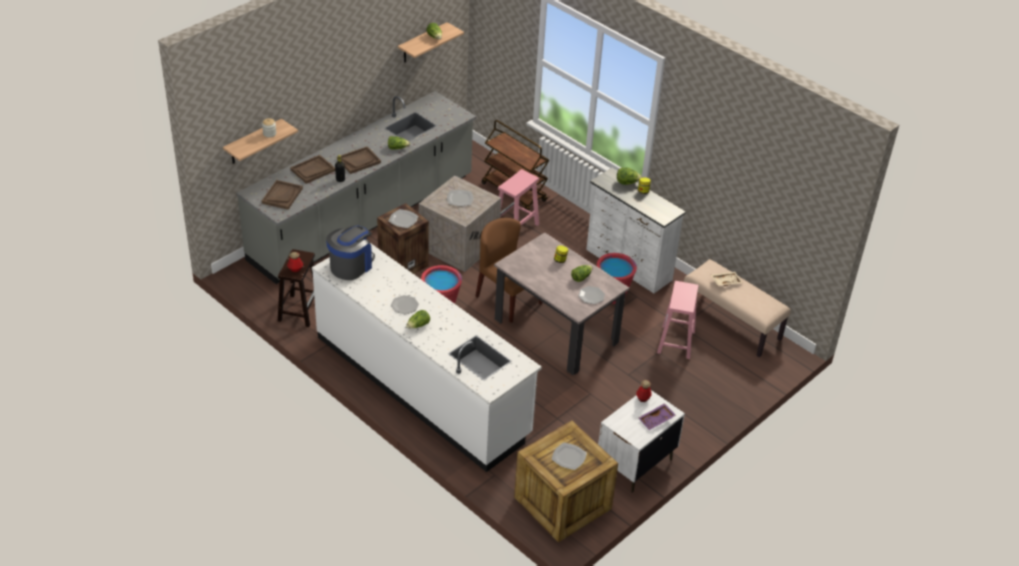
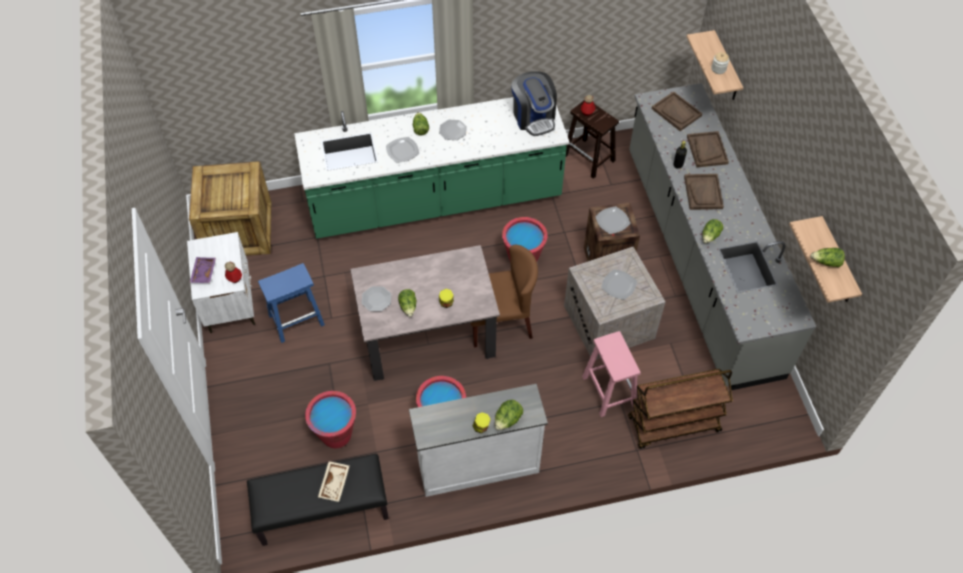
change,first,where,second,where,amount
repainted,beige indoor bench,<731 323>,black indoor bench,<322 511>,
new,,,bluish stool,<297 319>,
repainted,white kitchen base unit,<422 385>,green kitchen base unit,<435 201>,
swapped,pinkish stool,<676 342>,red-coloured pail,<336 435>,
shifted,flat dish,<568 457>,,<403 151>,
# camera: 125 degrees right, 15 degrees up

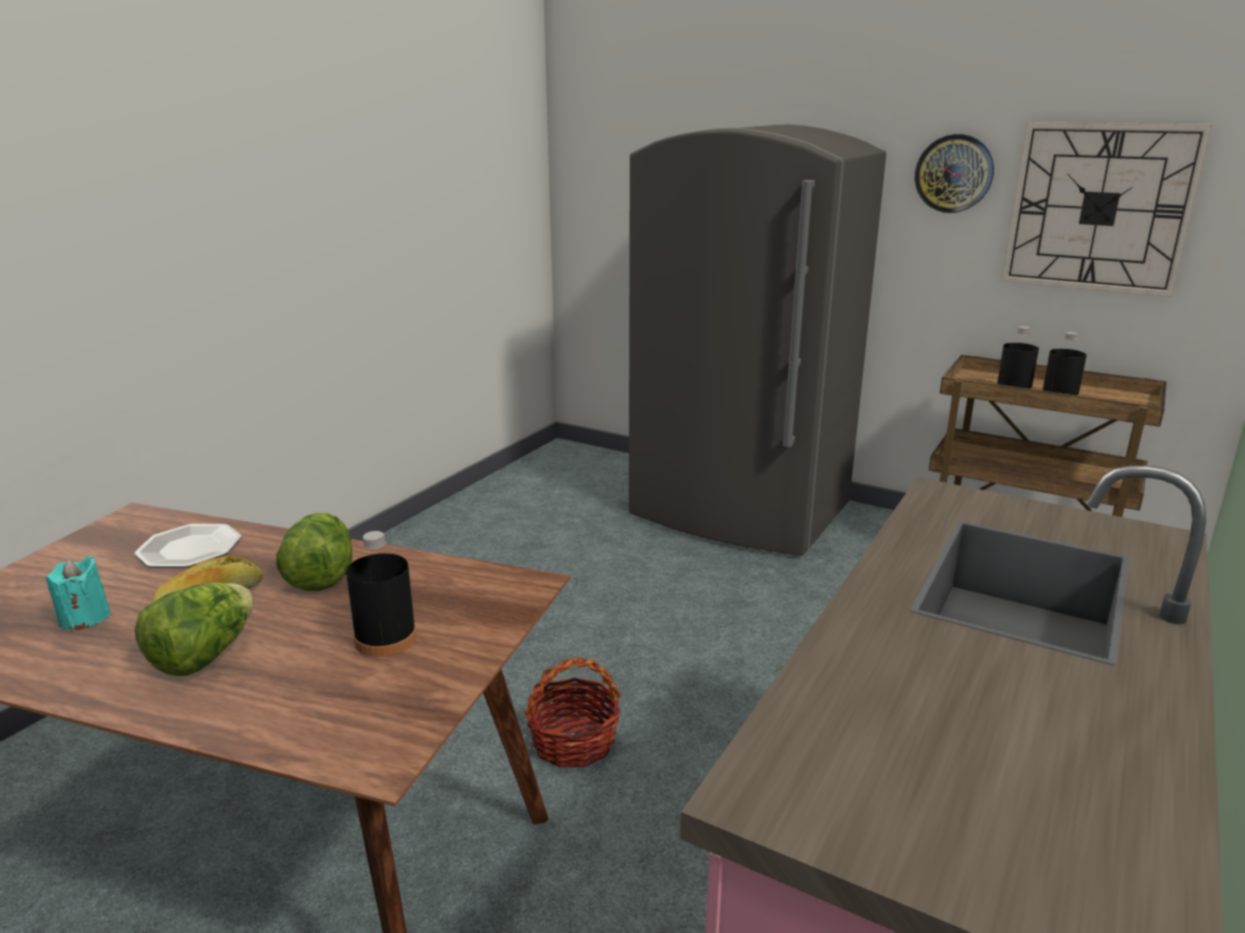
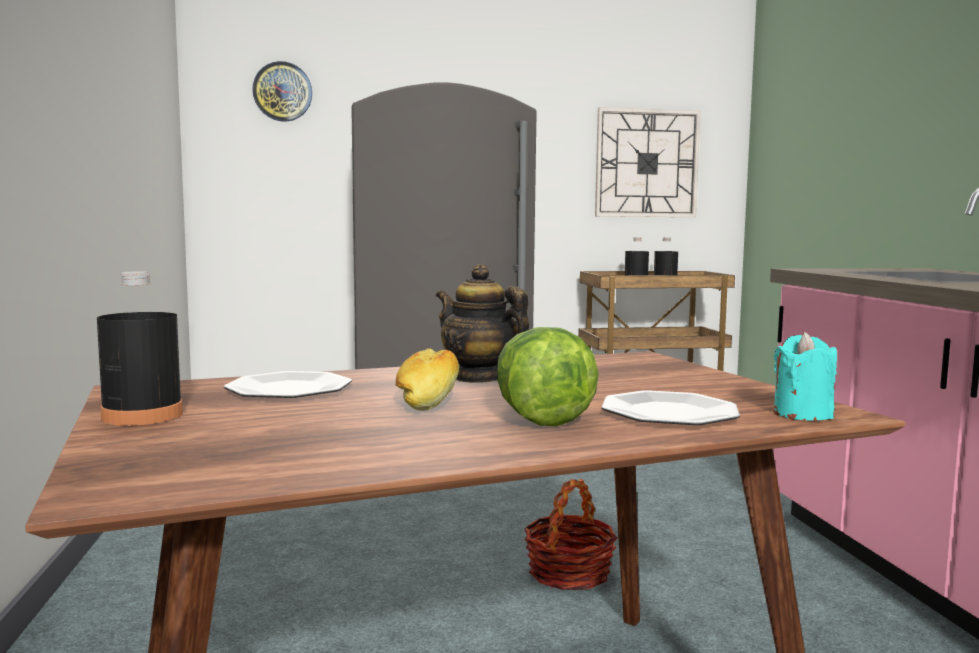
change,first,where,second,where,amount
shifted,black beverage bottle,<385 639>,,<142 416>,
shifted,wall clock,<954 173>,,<282 91>,
swapped,lettuce head,<321 576>,teapot,<479 377>,
new,,,flat dish,<669 413>,
shifted,turquoise wax light,<84 618>,,<802 414>,
# camera: 40 degrees left, 15 degrees down

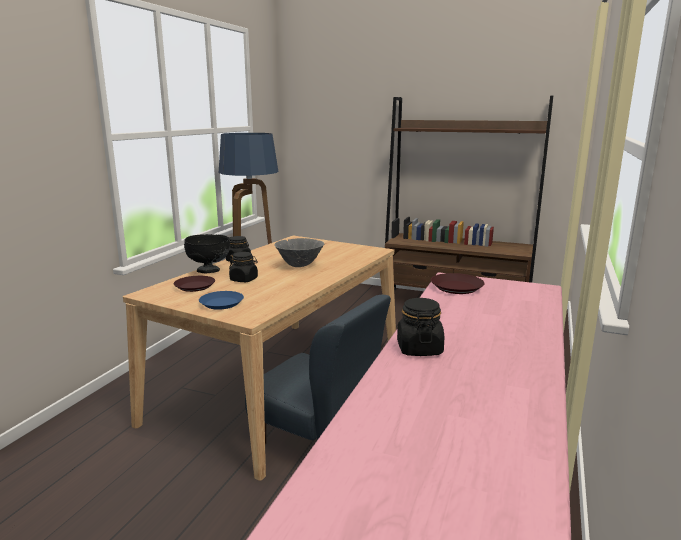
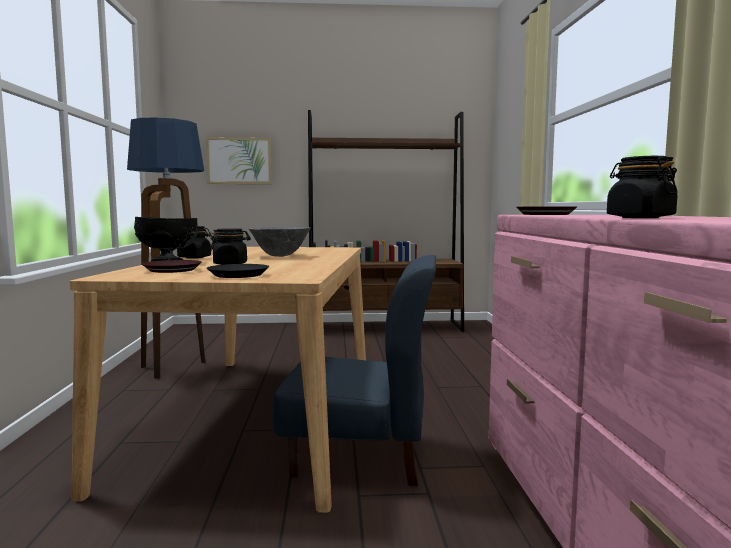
change,first,where,second,where,amount
new,,,picture,<239 161>,
repainted,bluish flat dish,<221 304>,black flat dish,<238 275>,
# camera: 25 degrees left, 10 degrees down

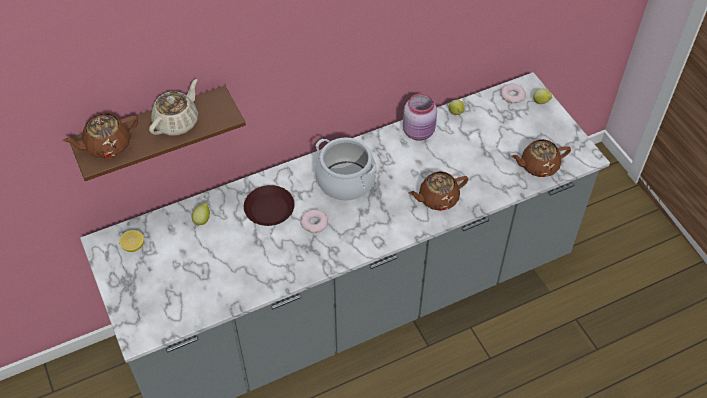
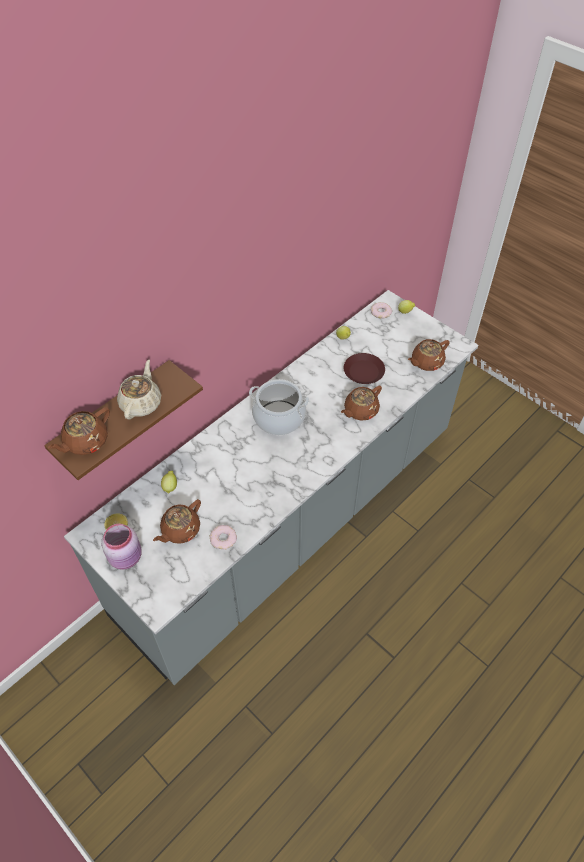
change,first,where,second,where,amount
shifted,pinkish storage jar,<419 132>,,<127 557>,
new,,,brown-coloured teapot,<180 530>,
shifted,ring doughnut,<314 223>,,<223 538>,
shifted,brown-coloured flat dish,<269 209>,,<363 372>,
# camera: 20 degrees left, 0 degrees up

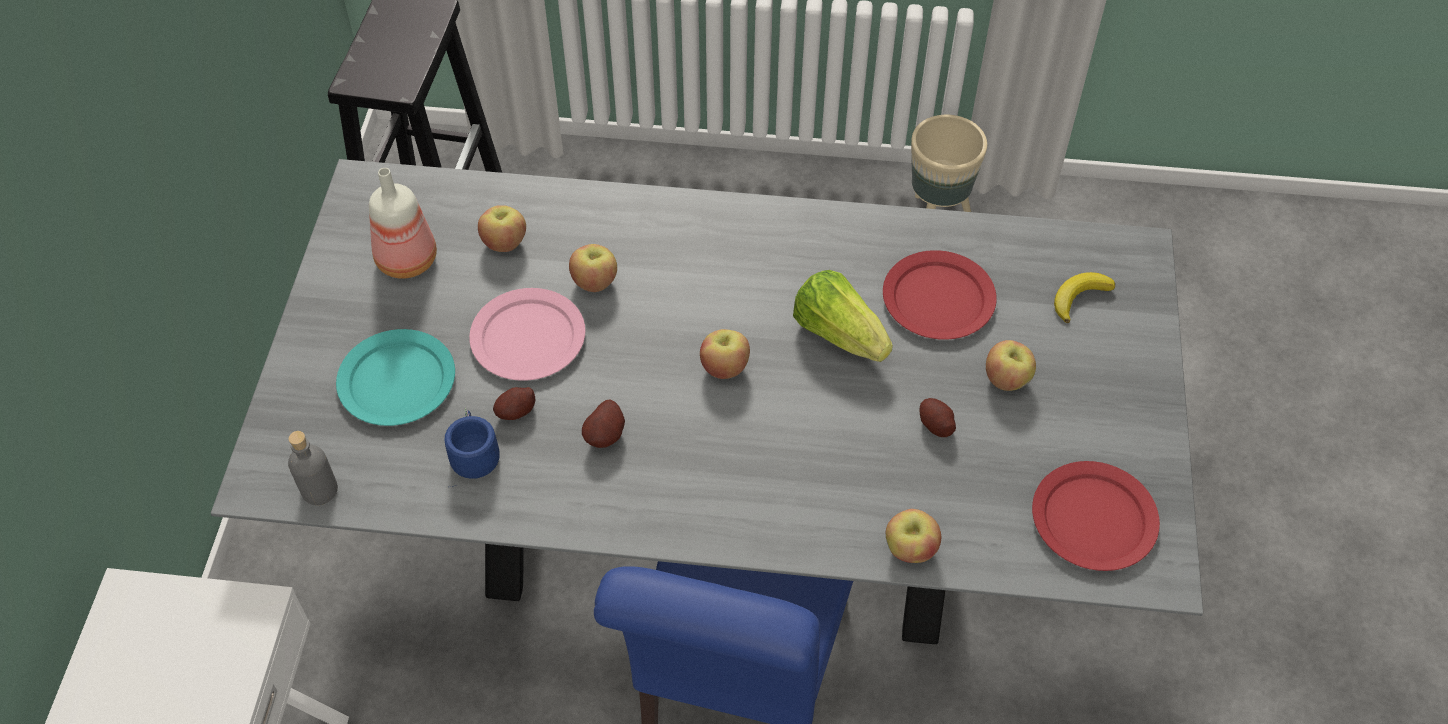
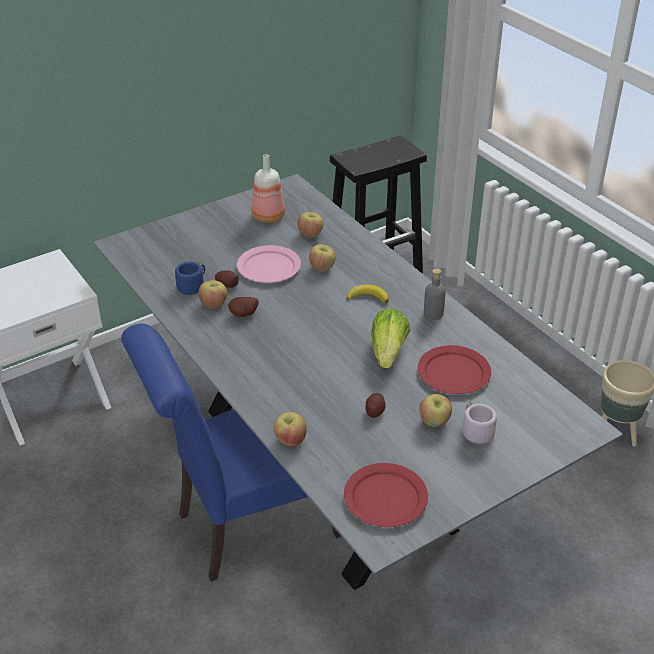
change,first,where,second,where,amount
shifted,whole apple,<724 367>,,<214 304>,
shifted,banana fruit,<1079 297>,,<368 297>,
shifted,greyish beverage bottle,<319 490>,,<433 314>,
new,,,greyish coffee mug,<474 432>,
gone,turquoise flat dish,<397 382>,,,
# camera: 50 degrees right, 15 degrees down

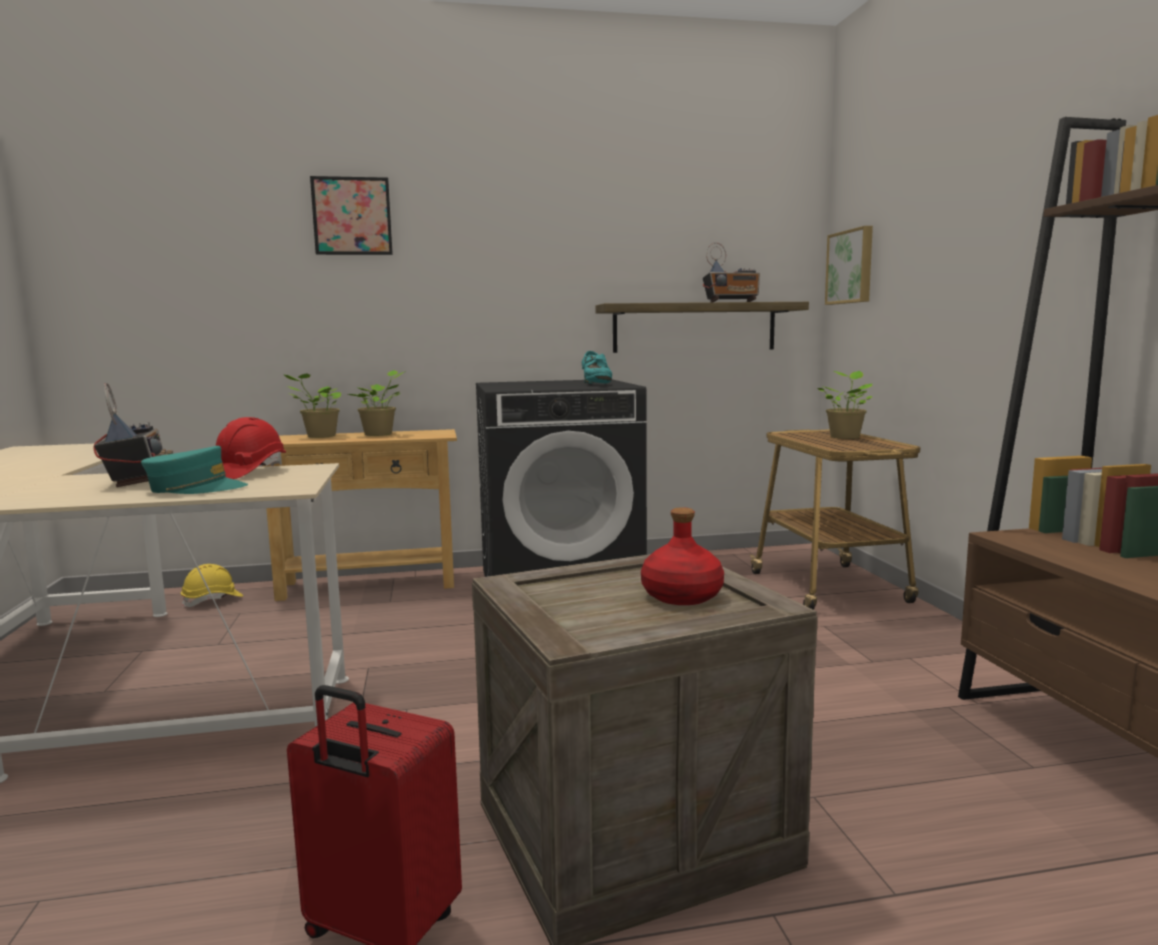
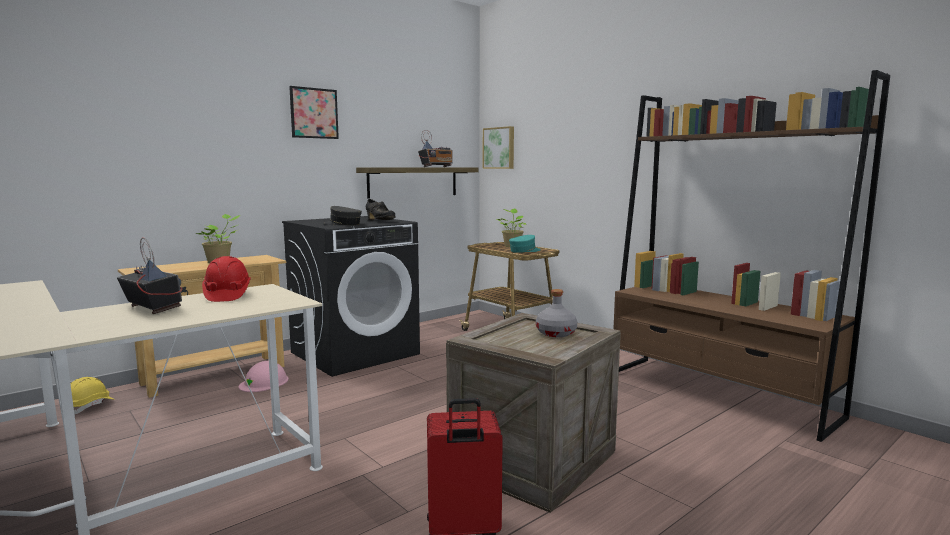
change,first,where,second,where,amount
new,,,pinkish safety helmet,<264 382>,
shifted,picture,<352 216>,,<314 113>,
new,,,greyish peaked cap,<342 224>,
repainted,turquoise item of footwear,<596 384>,black item of footwear,<380 221>,
shifted,turquoise peaked cap,<195 488>,,<524 251>,
repainted,red-coloured beverage bottle,<683 596>,greyish beverage bottle,<556 333>,
gone,potted plant,<319 436>,,,
# camera: 30 degrees left, 0 degrees up

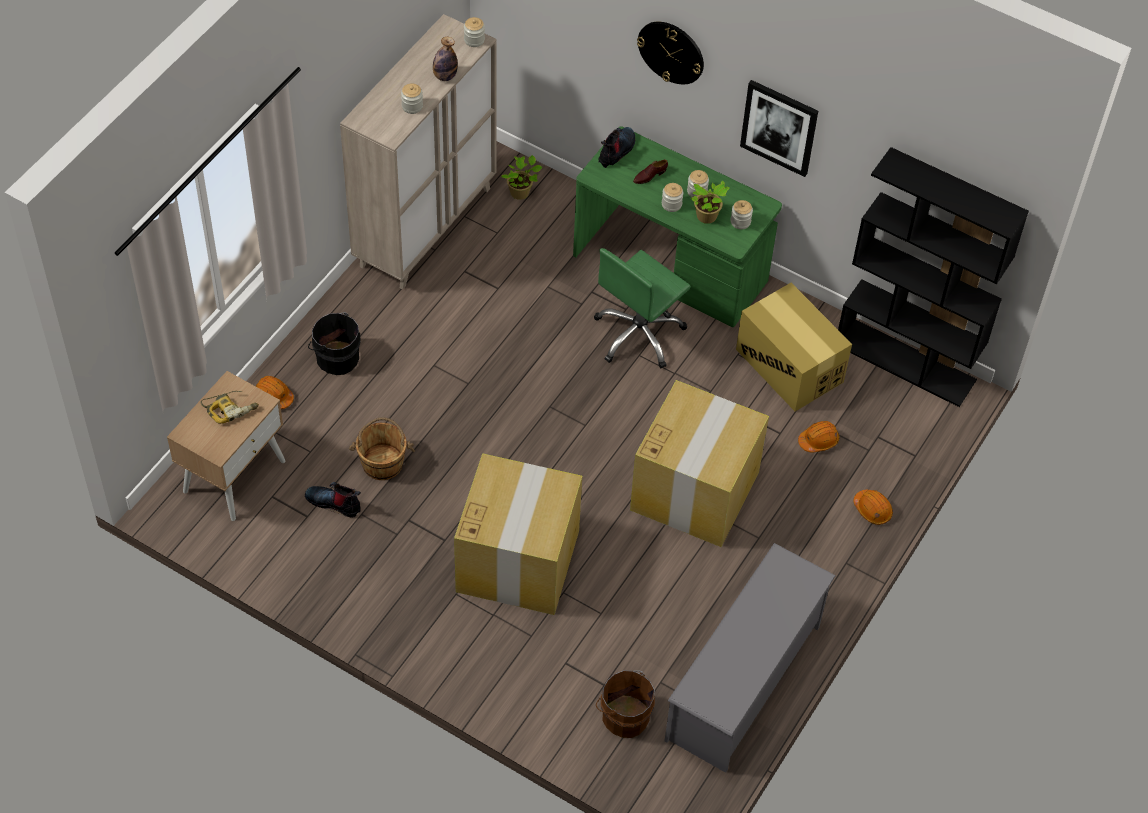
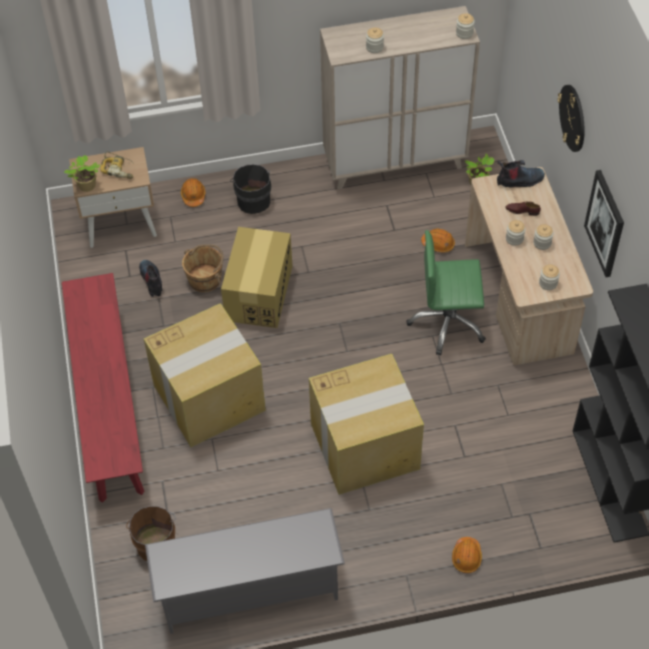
change,first,where,second,where,amount
new,,,red-coloured indoor bench,<109 404>,
shifted,potted plant,<707 217>,,<86 186>,
shifted,packing box,<789 365>,,<259 293>,
shifted,orange-coloured safety helmet,<818 440>,,<438 244>,
repainted,green desk unit,<671 267>,beige desk unit,<520 297>,
gone,beverage bottle,<445 76>,,,
# camera: 50 degrees right, 0 degrees up

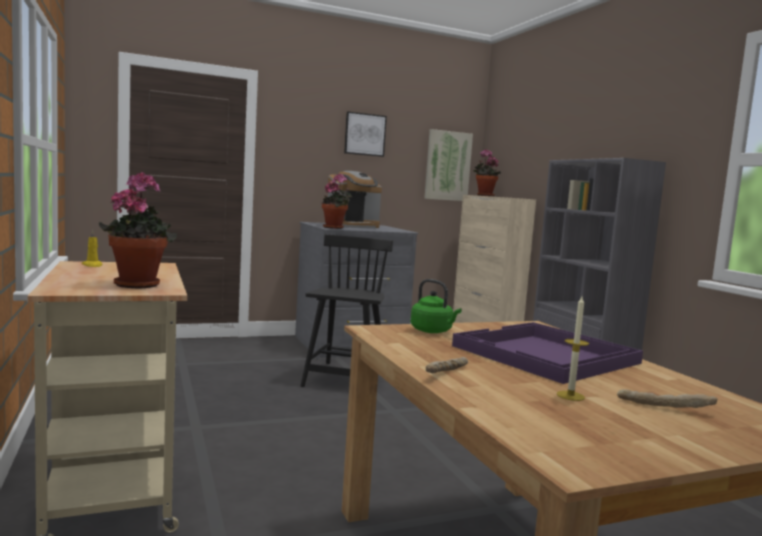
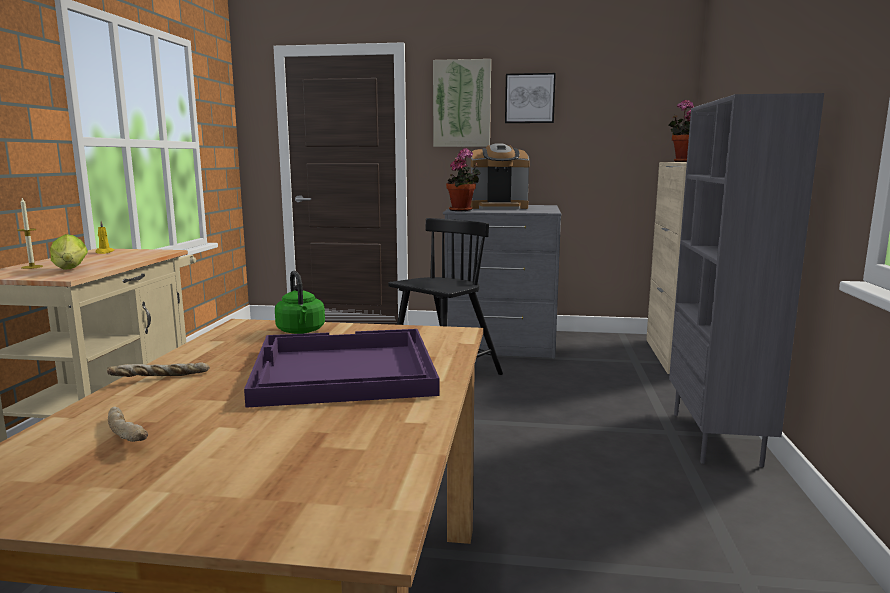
change,first,where,second,where,amount
shifted,wax light,<570 396>,,<32 267>,
swapped,potted plant,<138 284>,lettuce head,<70 270>,
shifted,bread,<664 406>,,<128 434>,
shifted,picture,<447 166>,,<462 104>,
# camera: 30 degrees right, 5 degrees up

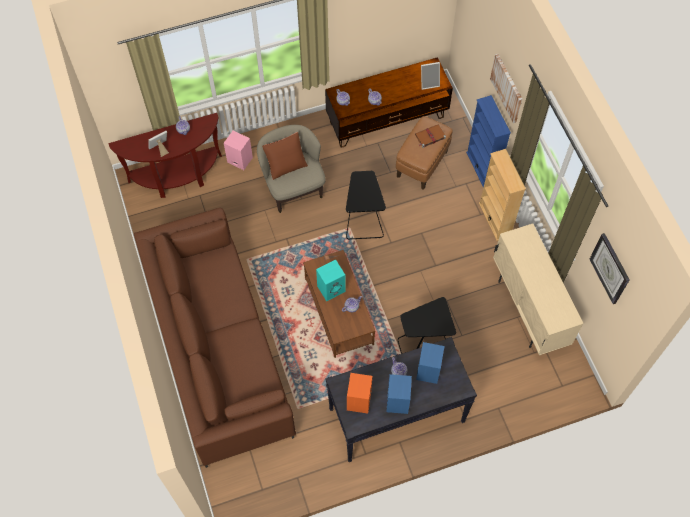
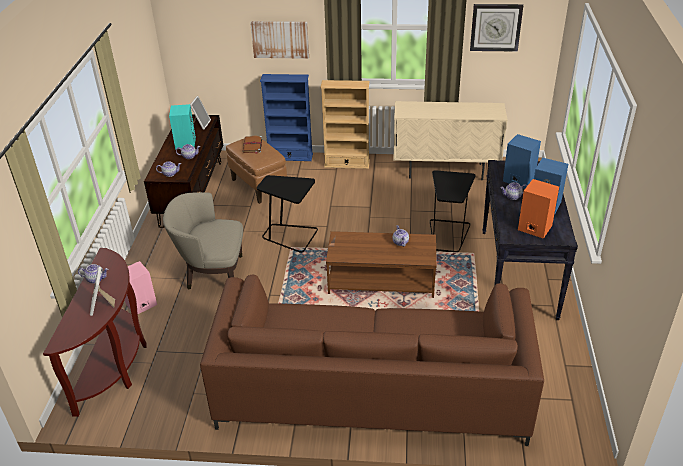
change,first,where,second,where,amount
shifted,turquoise audio speaker,<331 288>,,<185 143>,
gone,brown-coloured pillow,<286 164>,,,
# camera: 65 degrees left, 25 degrees down

